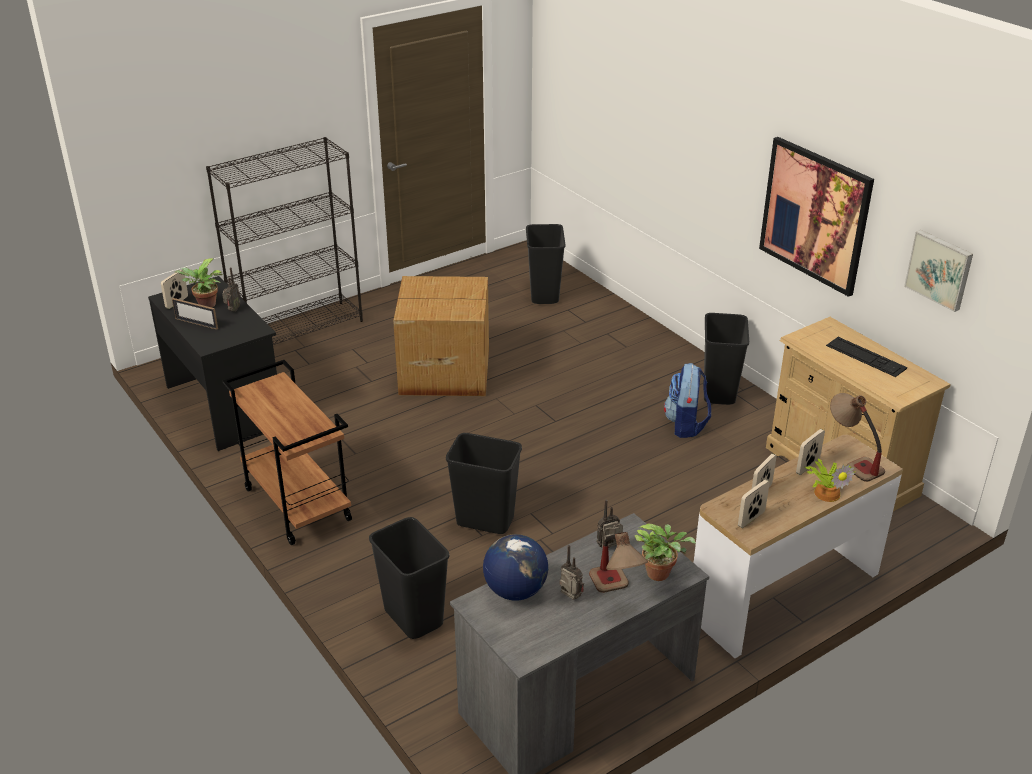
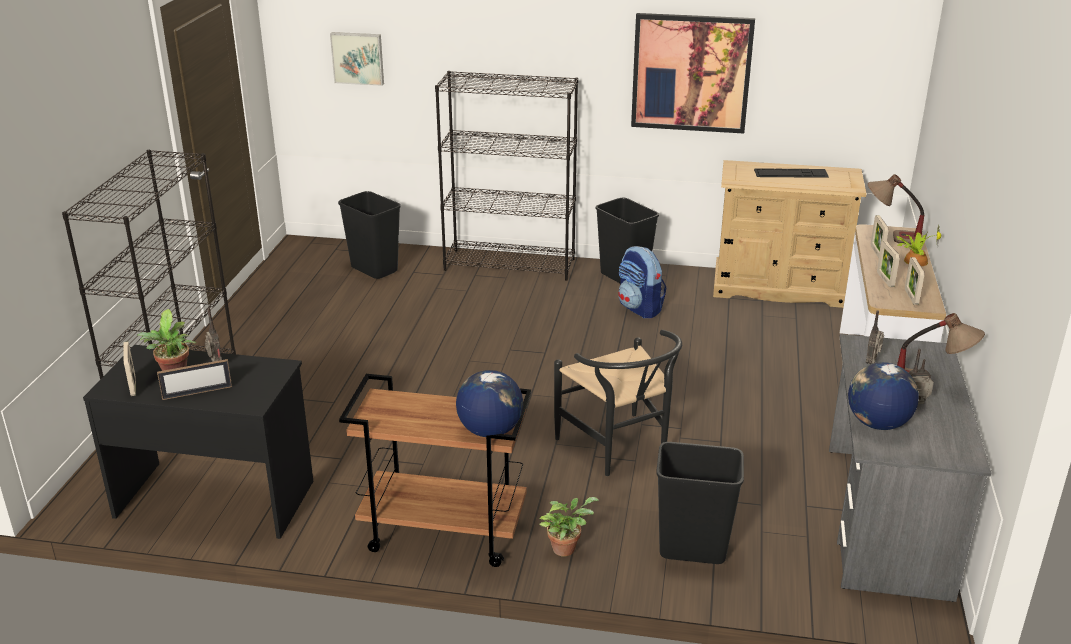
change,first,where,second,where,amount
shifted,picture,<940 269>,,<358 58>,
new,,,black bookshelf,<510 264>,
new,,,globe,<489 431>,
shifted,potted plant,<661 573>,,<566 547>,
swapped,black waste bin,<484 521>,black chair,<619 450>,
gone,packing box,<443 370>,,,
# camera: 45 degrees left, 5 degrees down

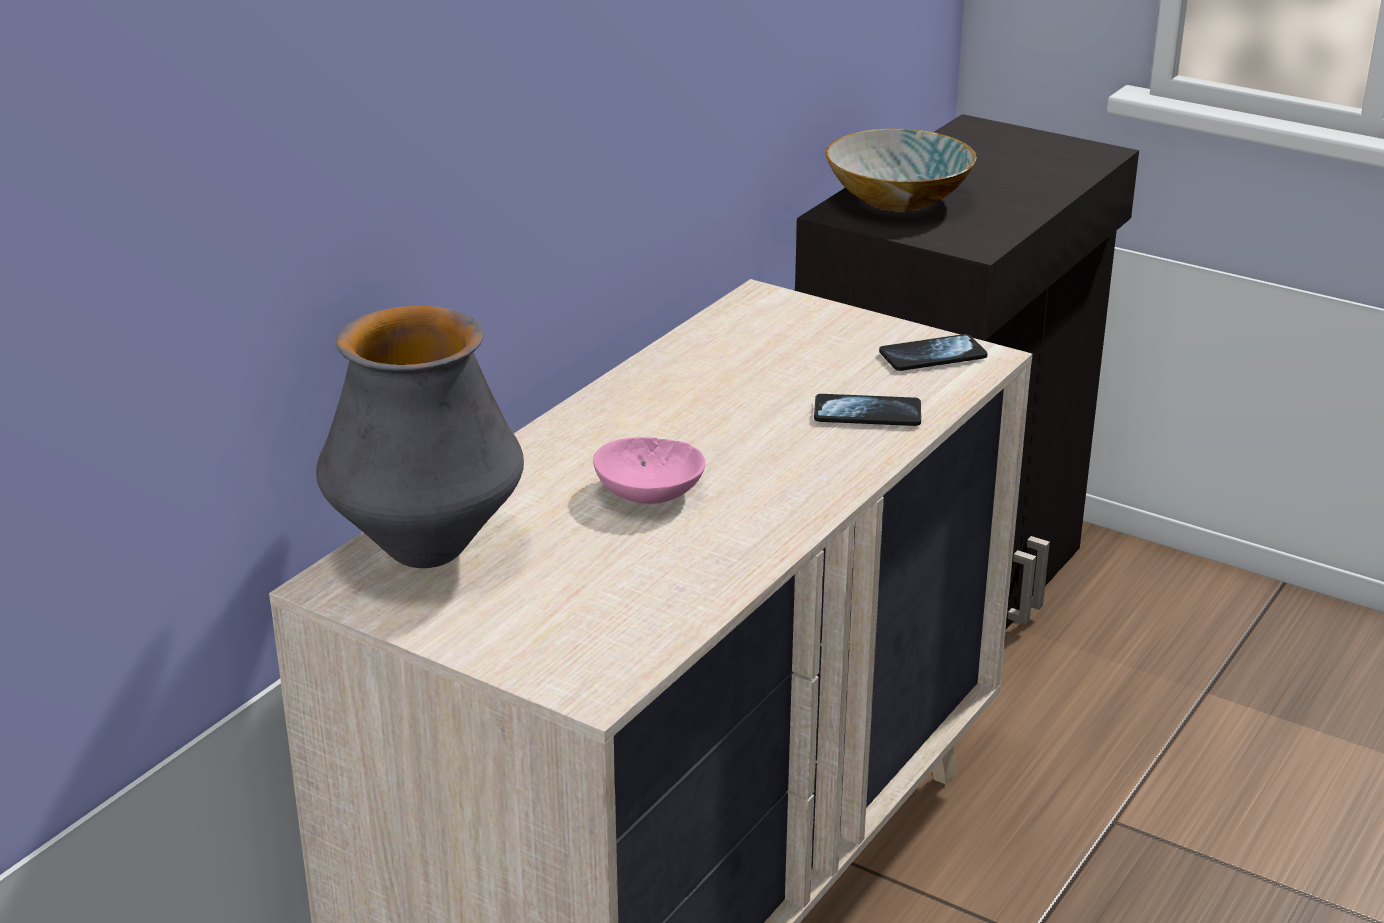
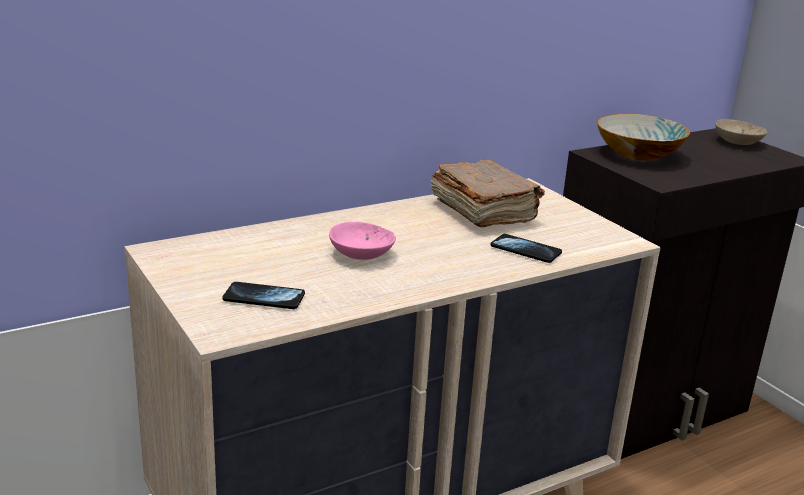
change,first,where,second,where,amount
shifted,telephone,<932 356>,,<264 298>,
new,,,brown-coloured volume,<483 211>,
new,,,beige bowl,<736 142>,
gone,decorative vase,<426 550>,,,
# camera: 25 degrees right, 5 degrees down

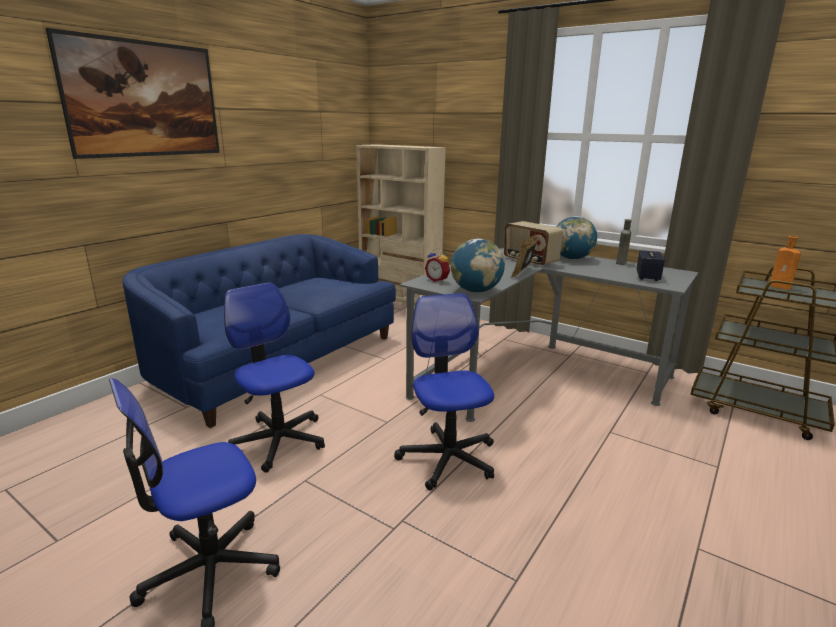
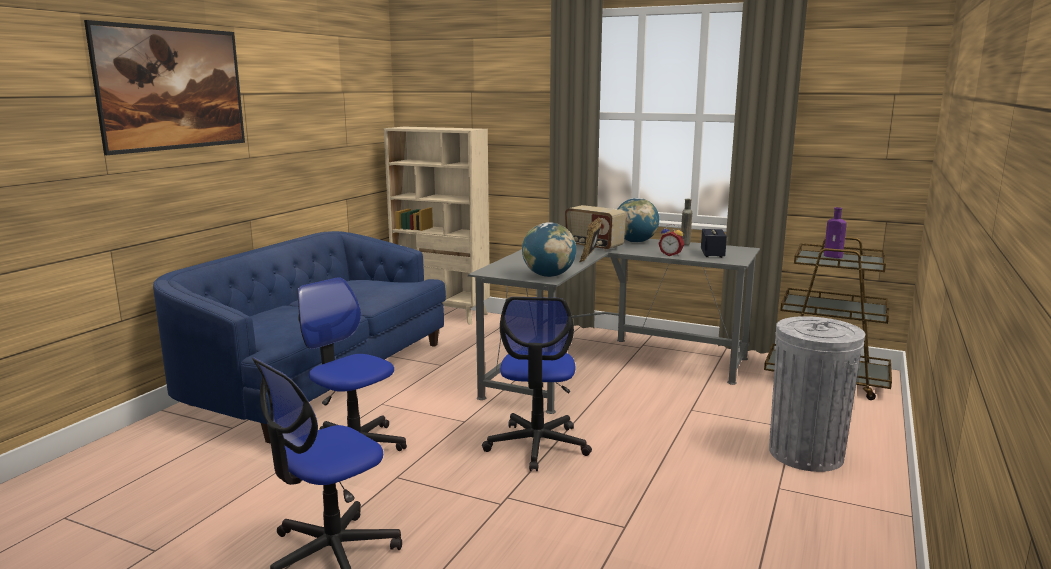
change,first,where,second,where,amount
rotated,desk chair,<448 458>,,<537 445>,150 degrees counterclockwise
shifted,alarm clock,<438 280>,,<671 255>,
new,,,greyish waste bin,<806 453>,
repainted,orange-coloured beverage bottle,<781 287>,purplish beverage bottle,<834 256>,
# camera: 10 degrees left, 5 degrees down

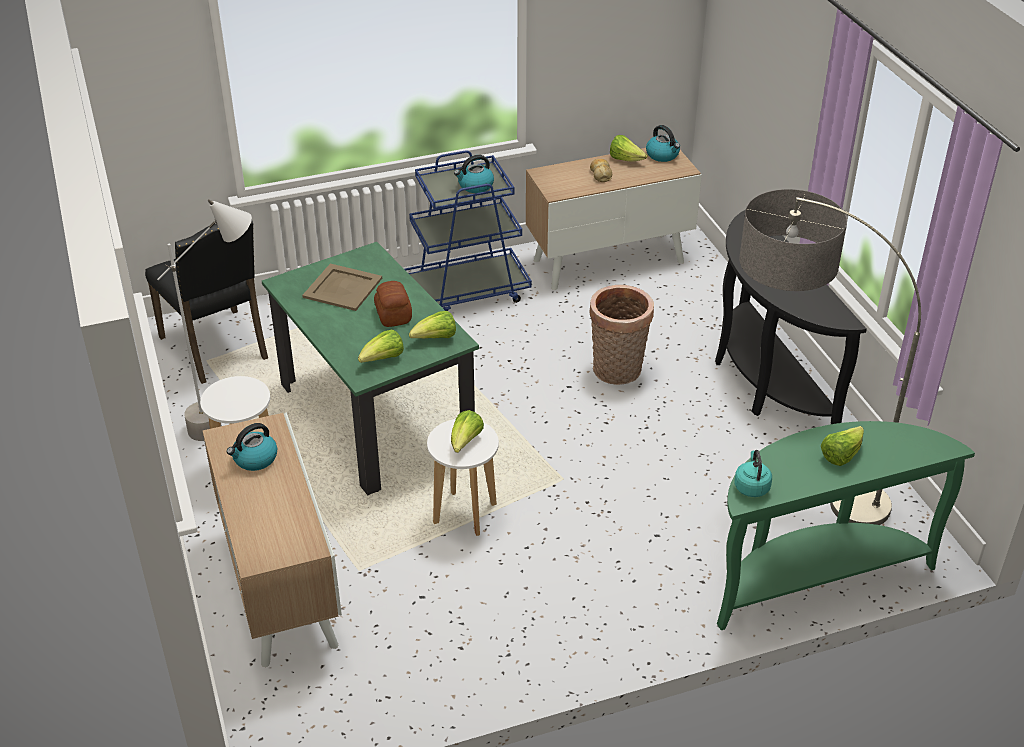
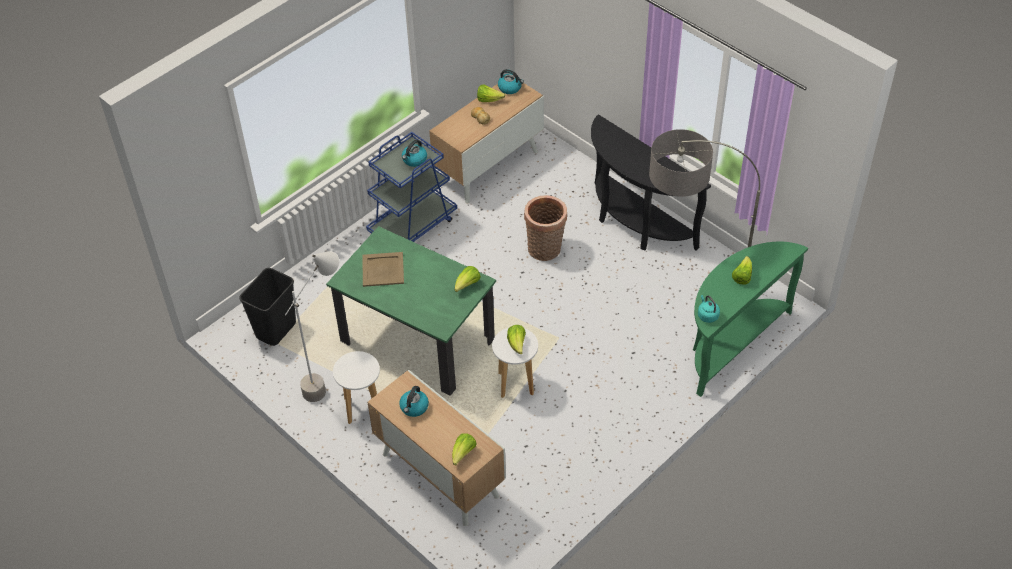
change,first,where,second,where,amount
swapped,black chair,<217 348>,black waste bin,<276 330>,
shifted,lettuce head,<383 359>,,<463 454>,
gone,bread,<393 315>,,,
# camera: 25 degrees left, 10 degrees up

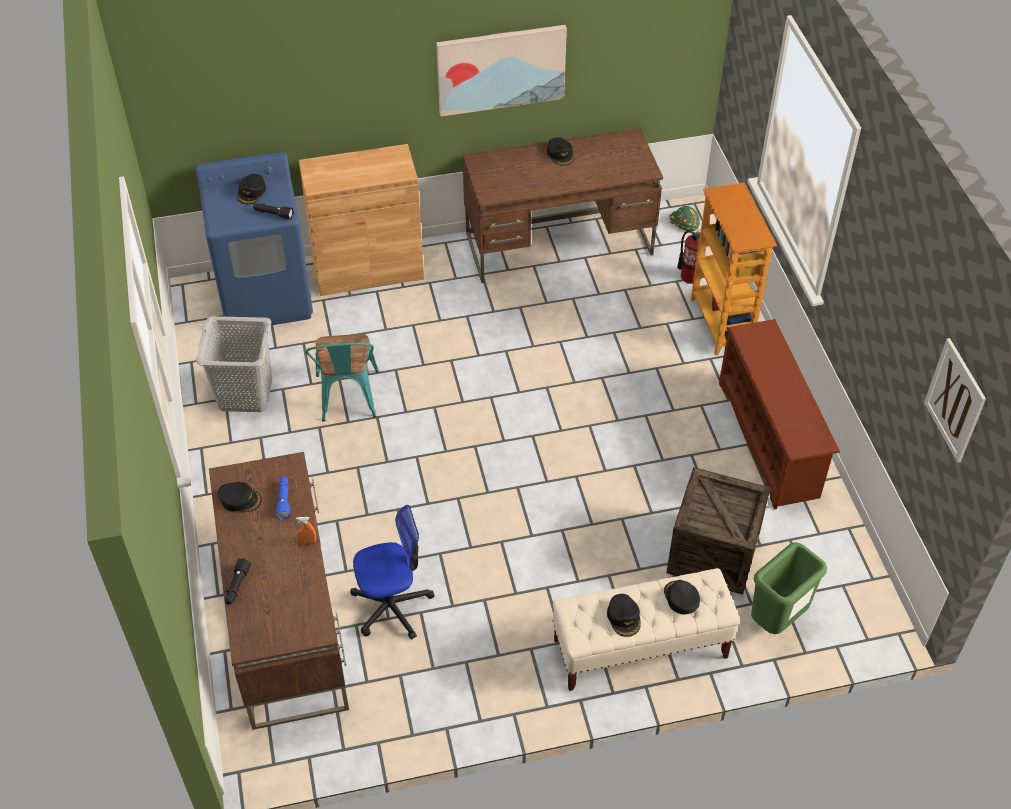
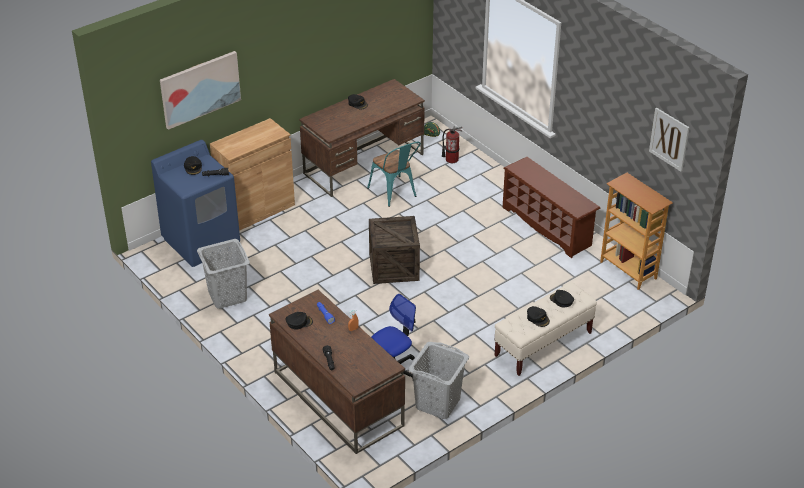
change,first,where,second,where,amount
shifted,picture,<501 69>,,<200 89>,
shifted,turquoise chair,<348 400>,,<395 194>,
shifted,shipping crate,<713 553>,,<394 267>,
new,,,greyish hamper,<437 403>,
shifted,bookshelf,<722 324>,,<629 270>,
gone,green waste bin,<777 620>,,,
# camera: 25 degrees left, 10 degrees down

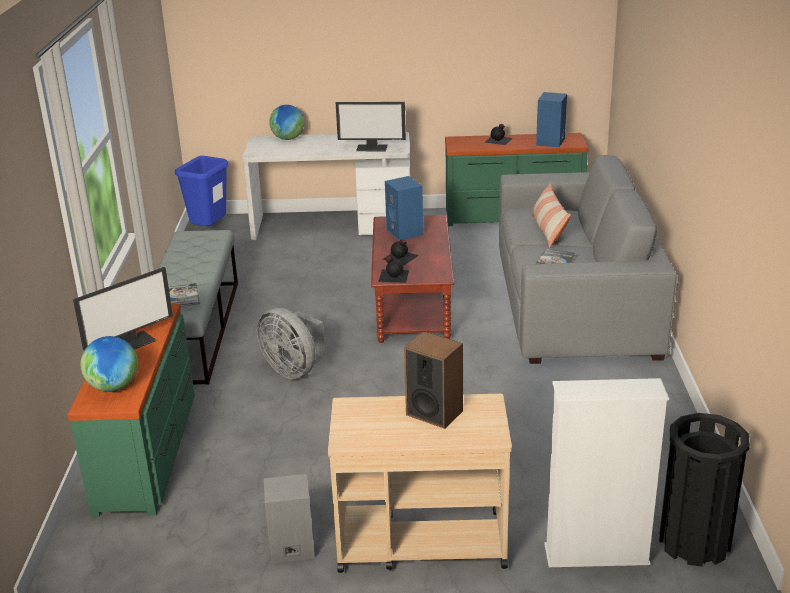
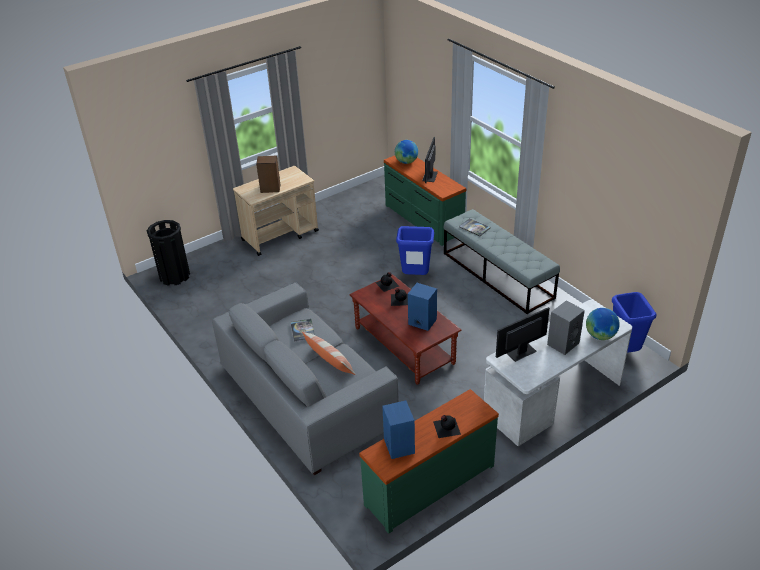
change,first,where,second,where,amount
swapped,greyish fan,<294 370>,bluish waste bin,<415 277>,
shifted,greyish audio speaker,<290 548>,,<563 343>,
gone,white bookshelf,<596 555>,,,
# camera: 145 degrees right, 10 degrees up

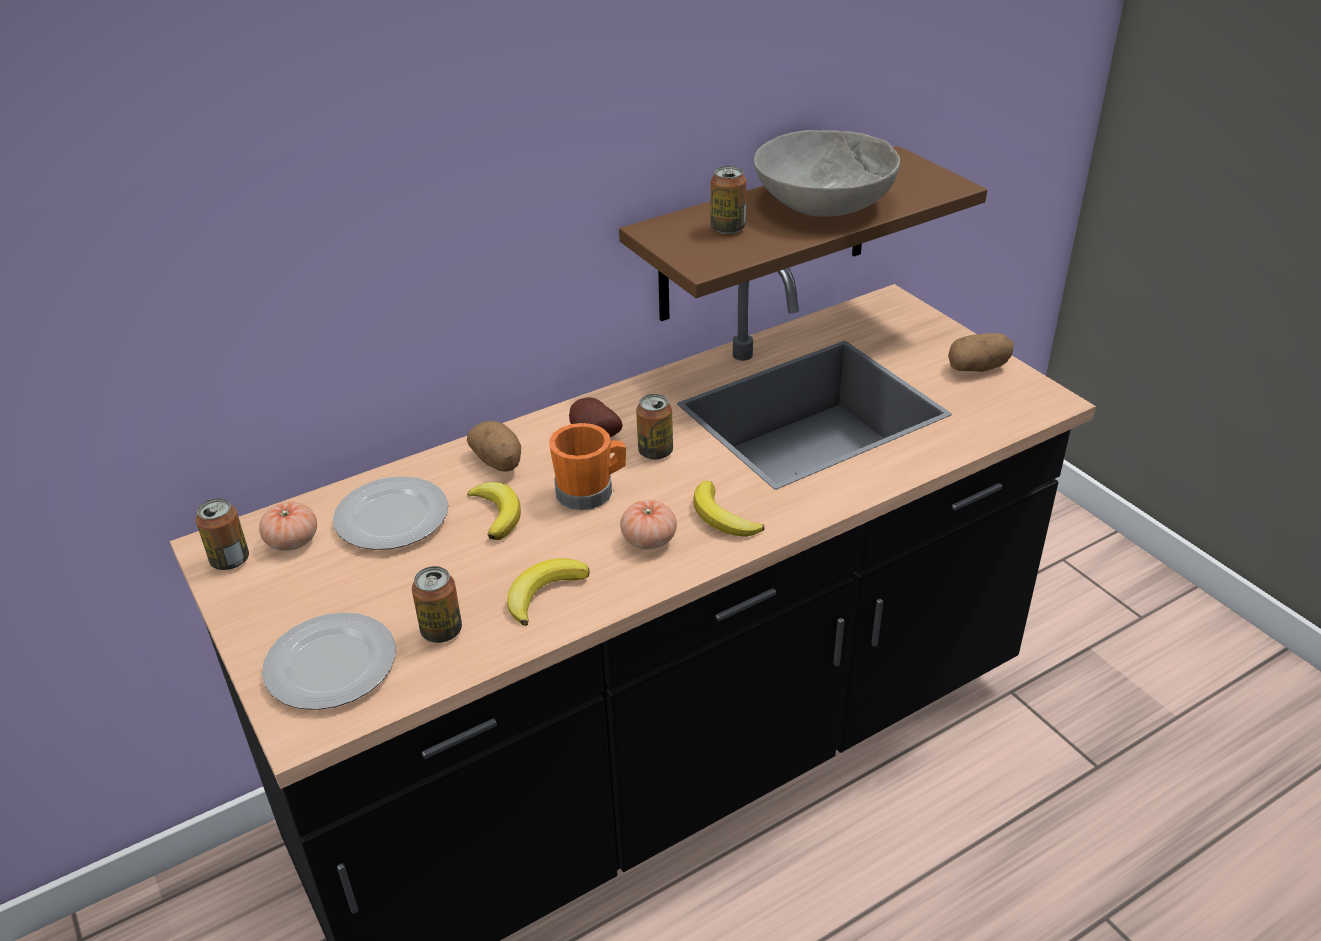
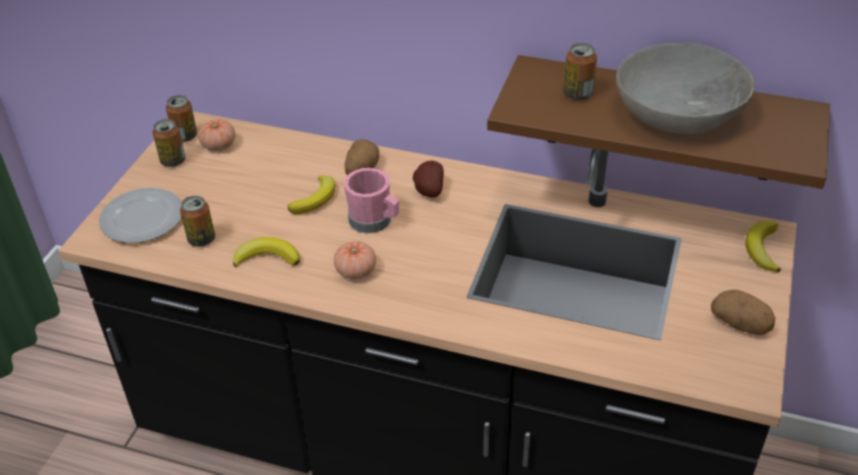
change,first,where,second,where,amount
shifted,can,<655 452>,,<173 161>,
repainted,orange-coloured coffee mug,<590 491>,pinkish coffee mug,<374 221>,
shifted,banana fruit,<722 517>,,<762 249>,
gone,flat dish,<391 519>,,,
# camera: 50 degrees right, 5 degrees up

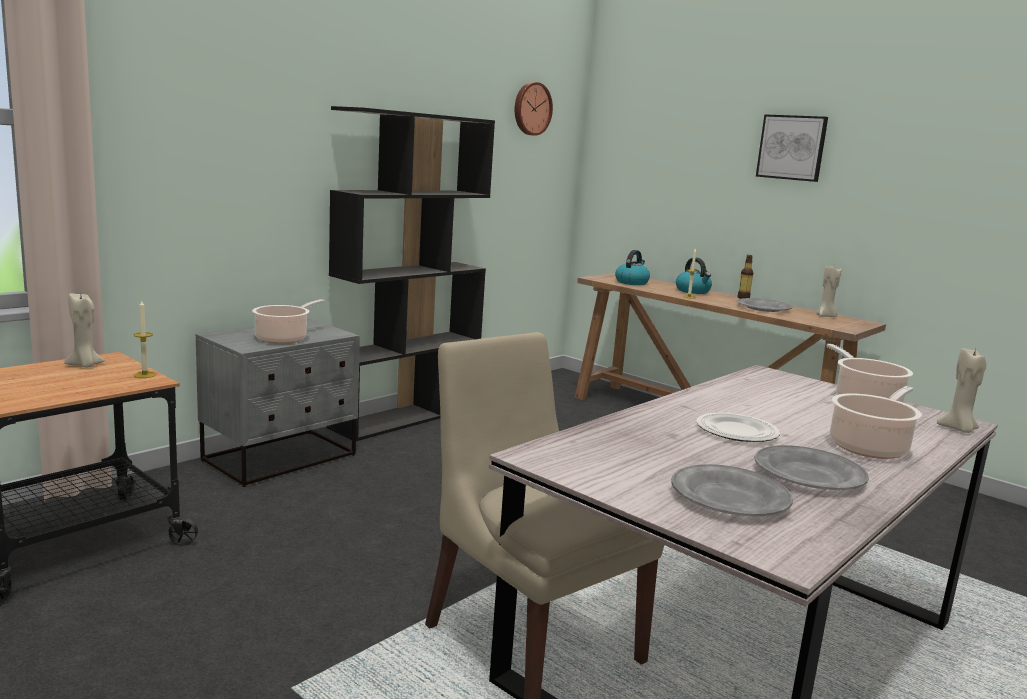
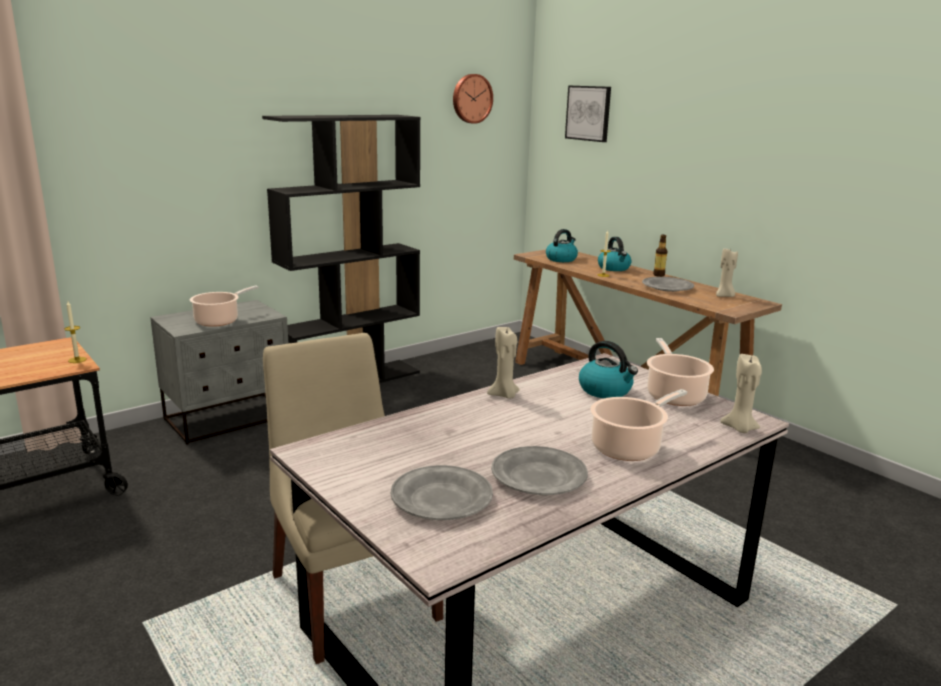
change,first,where,second,where,amount
shifted,beige wax light,<85 365>,,<504 395>,
shifted,picture,<791 147>,,<588 113>,
new,,,tea kettle,<606 390>,
gone,flat dish,<737 431>,,,
# camera: 10 degrees right, 5 degrees up

